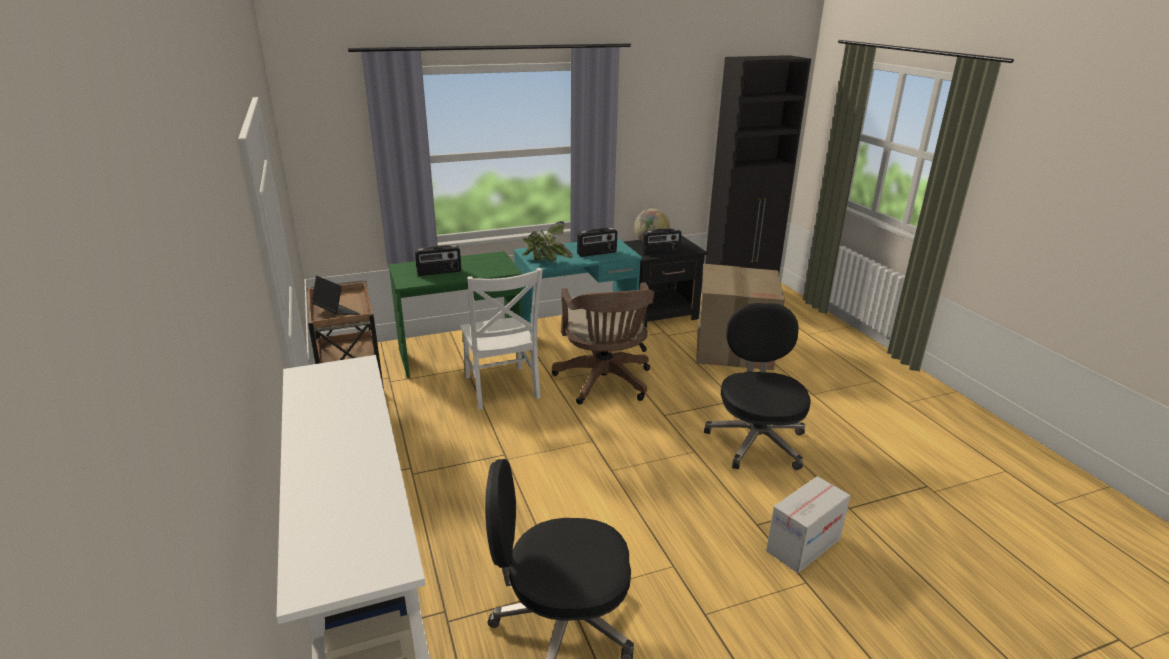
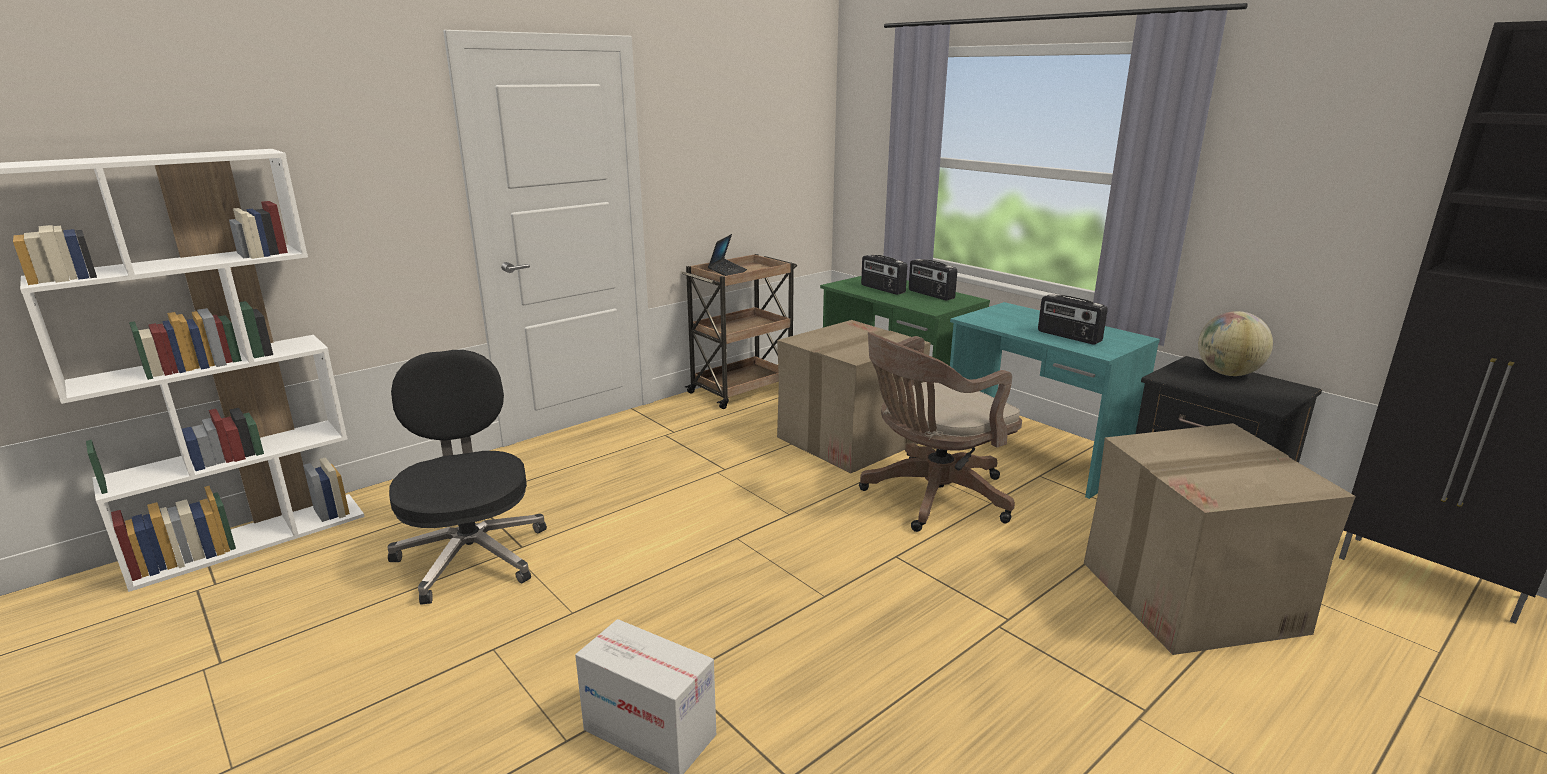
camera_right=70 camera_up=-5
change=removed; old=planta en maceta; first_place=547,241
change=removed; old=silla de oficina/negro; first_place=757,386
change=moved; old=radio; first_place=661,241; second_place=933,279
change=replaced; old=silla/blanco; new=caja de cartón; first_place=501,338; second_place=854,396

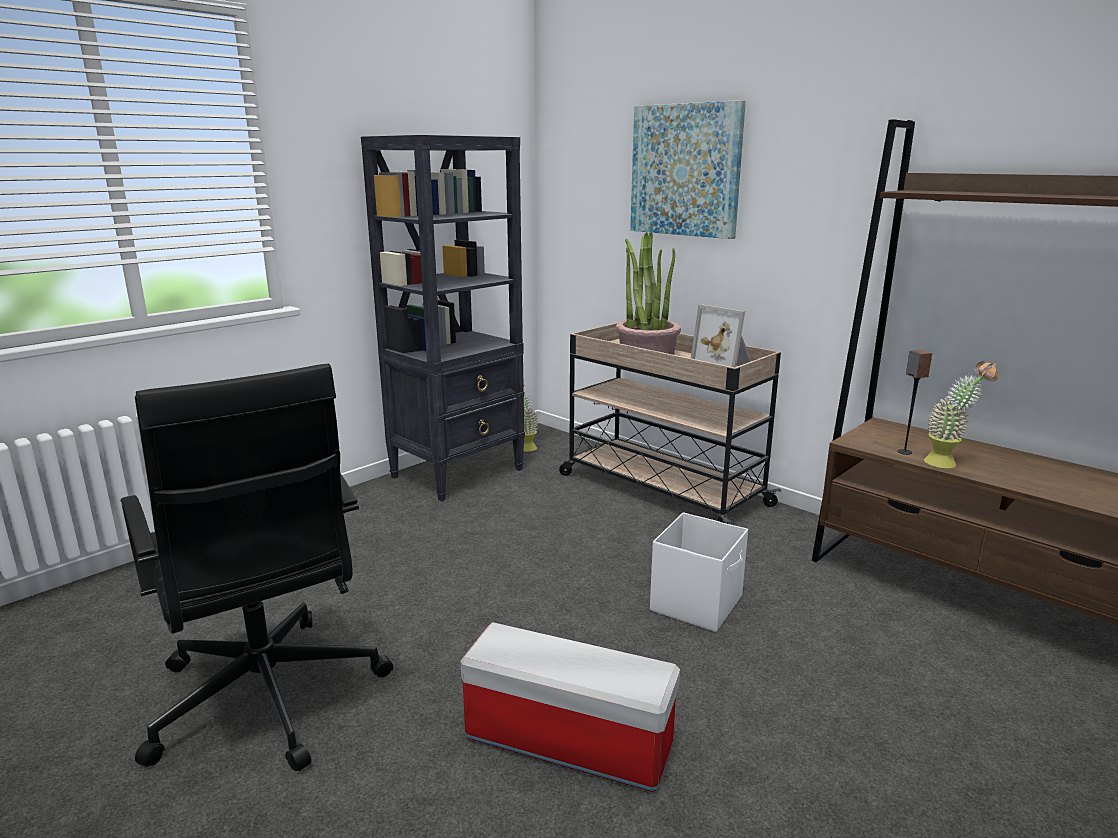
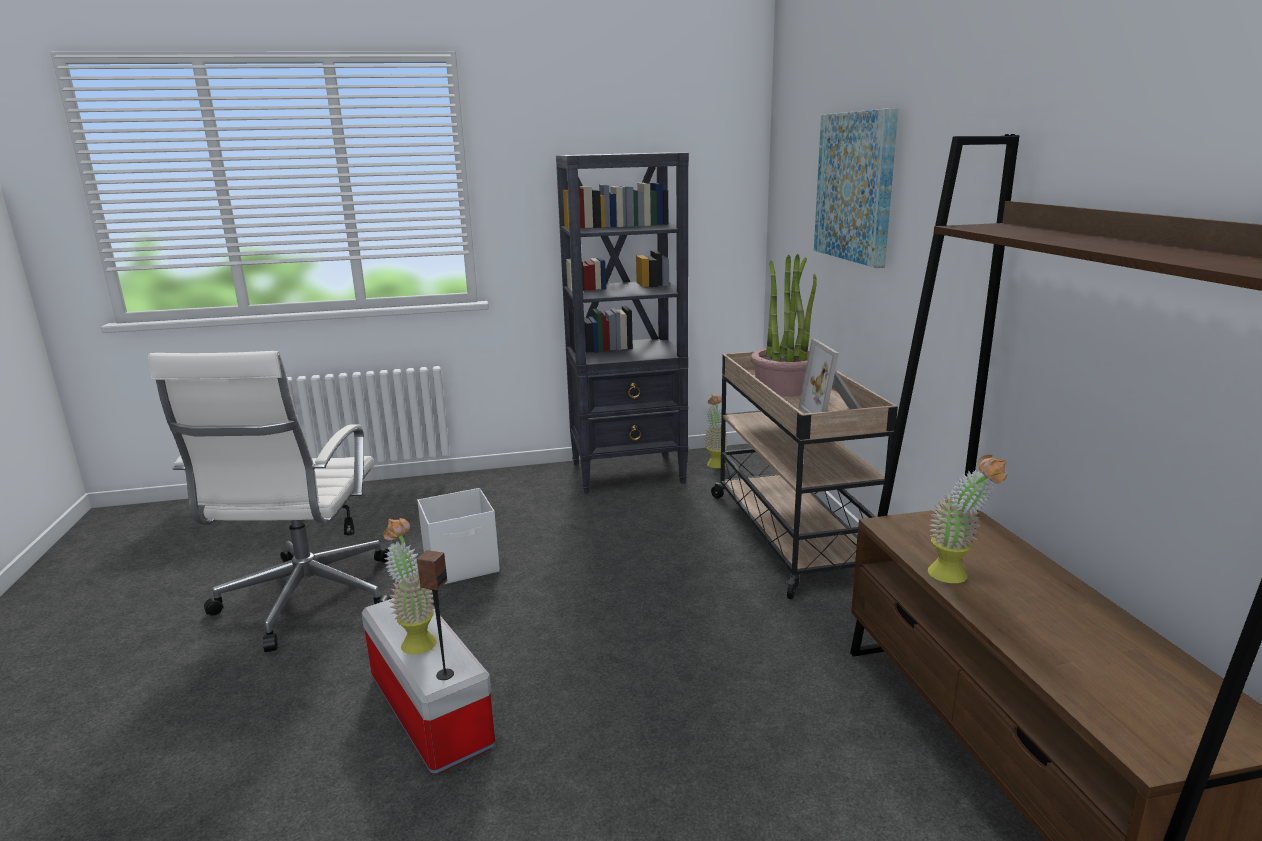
camera_right=35 camera_up=0
change=added; new=planta en maceta; second_place=410,586
change=moved; old=caja de almacenaje/blanco; first_place=699,572; second_place=458,536
change=moved; old=altavoz; first_place=915,402; second_place=435,615
change=recoloured; old=silla de oficina/negro; new=silla de oficina/blanco; first_place=257,567; second_place=269,501

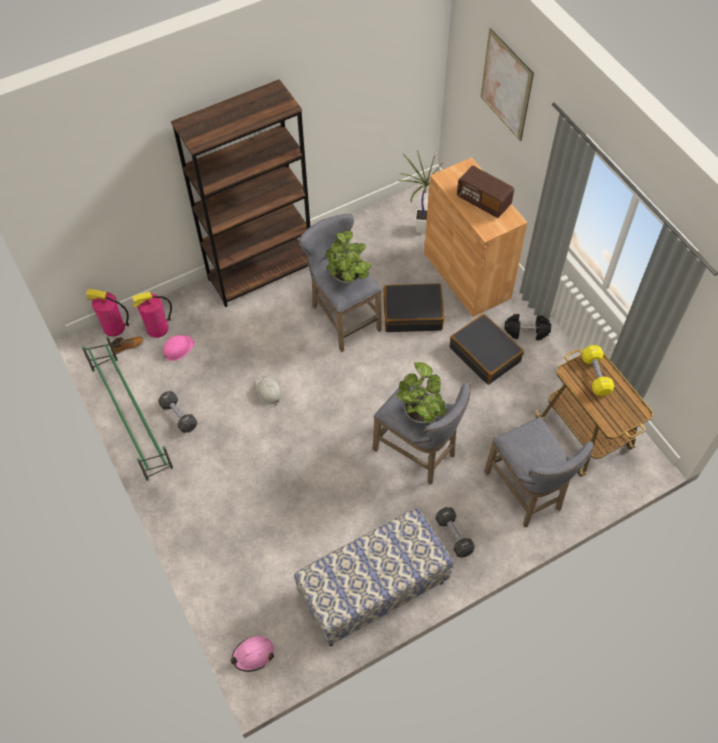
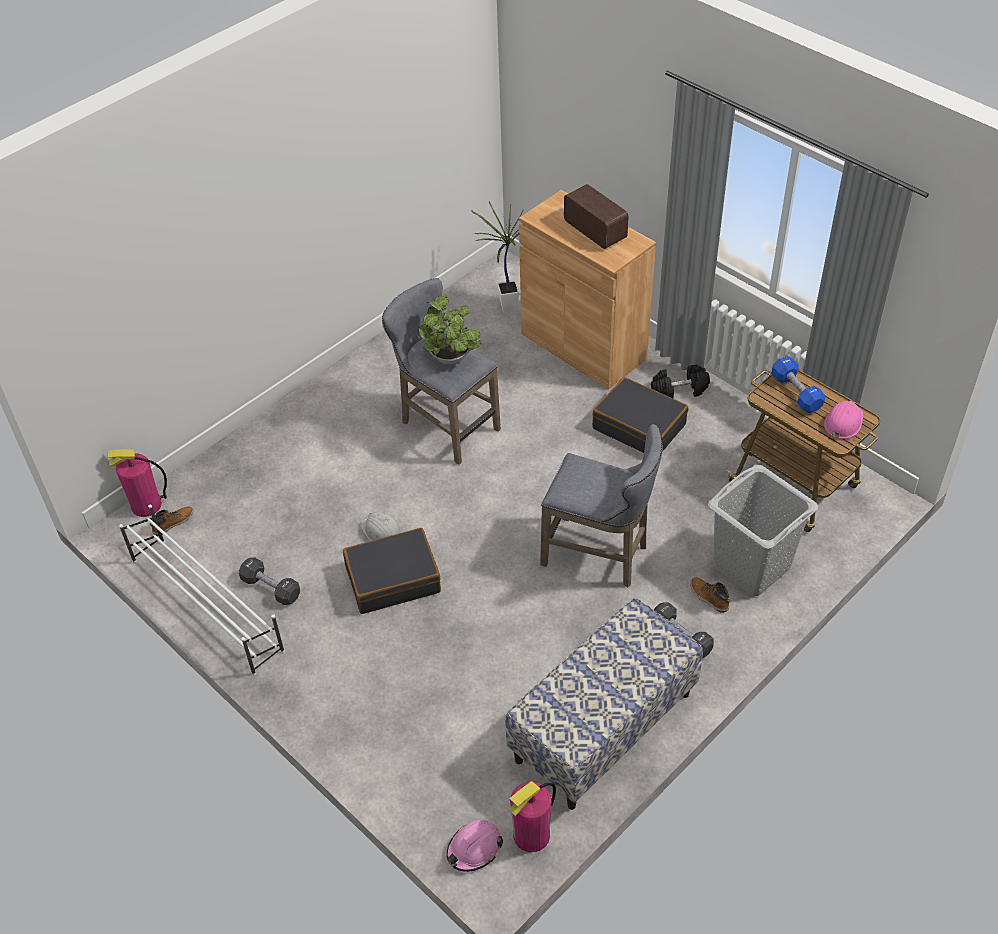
camera_right=-15 camera_up=-10
change=removed; old=estantería/marrón; first_place=240,193
change=removed; old=planta en maceta; first_place=421,392
change=removed; old=cuadro; first_place=507,84
change=added; new=bota; second_place=710,595
change=moved; old=extintor; first_place=152,315; second_place=532,816
change=moved; old=casco/rosa; first_place=179,348; second_place=843,420
change=moved; old=maleta/negro; first_place=413,307; second_place=392,571
change=replaced; old=taburete/gris; new=cesto de la ropa/gris; first_place=539,472; second_place=763,531
change=recoloured; old=zapatero/verde; new=zapatero/blanco; first_place=127,408; second_place=202,590
change=recoloured; old=mancuerna/amarillo; new=mancuerna/azul; first_place=598,370; second_place=798,384
change=turned; old=radio; first_place=485,192; second_place=596,216; degrees=-150

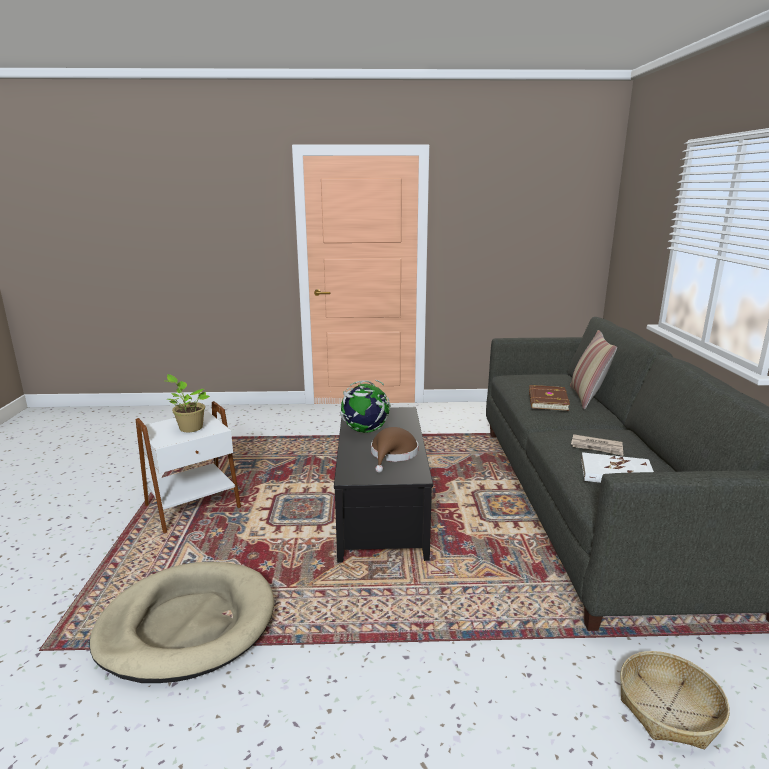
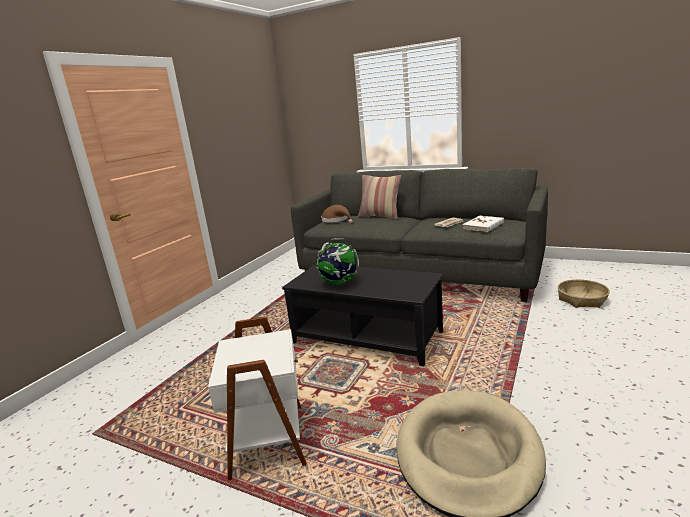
camera_right=-60 camera_up=0
change=removed; old=planta en maceta; first_place=187,403
change=removed; old=libro/marrón; first_place=549,398
change=moved; old=sombrero/marrón; first_place=394,450; second_place=337,214

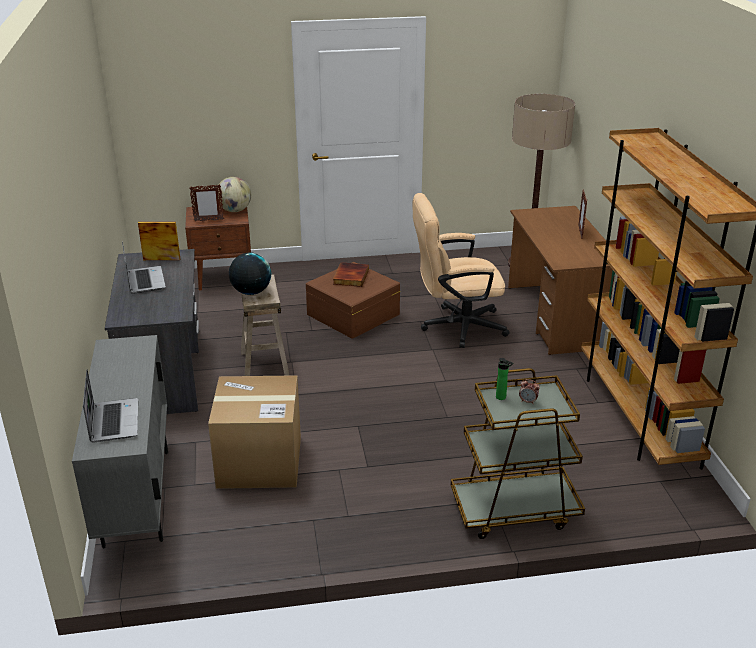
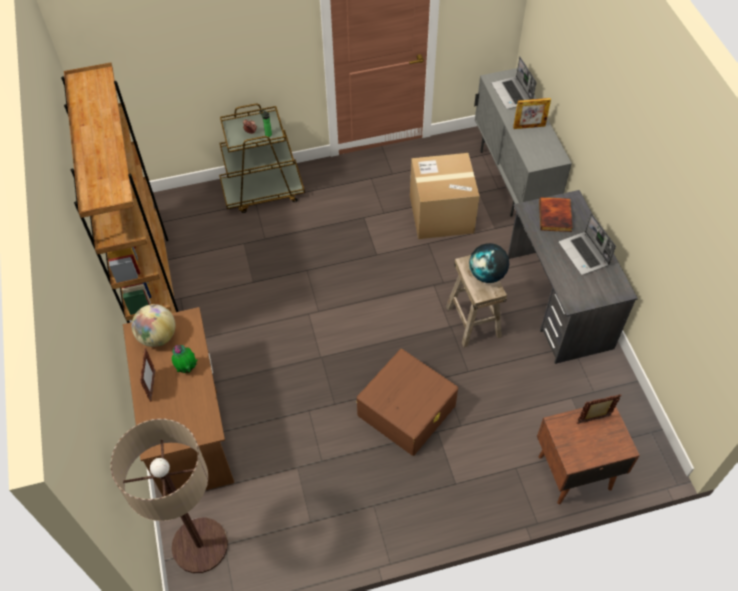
camera_right=175 camera_up=25
change=removed; old=silla de oficina/beis; first_place=461,270
change=added; new=planta en maceta; second_place=185,359
change=moved; old=portarretratos; first_place=159,241; second_place=532,113
change=moved; old=globo terráqueo; first_place=234,194; second_place=154,325
change=moved; old=libro; first_place=351,274; second_place=556,214

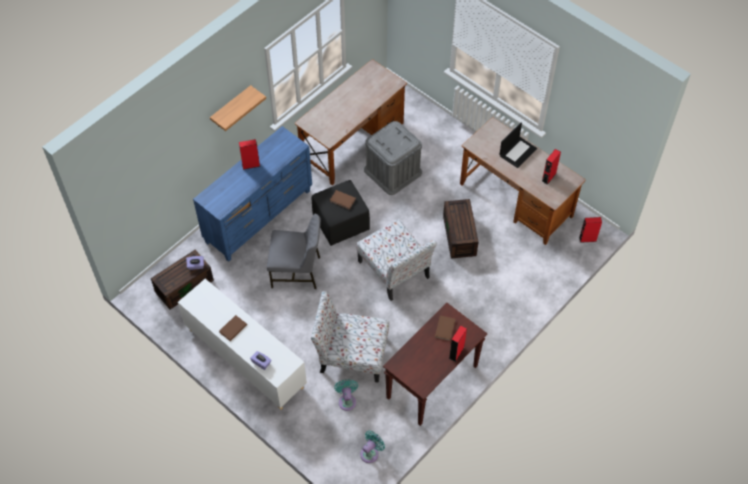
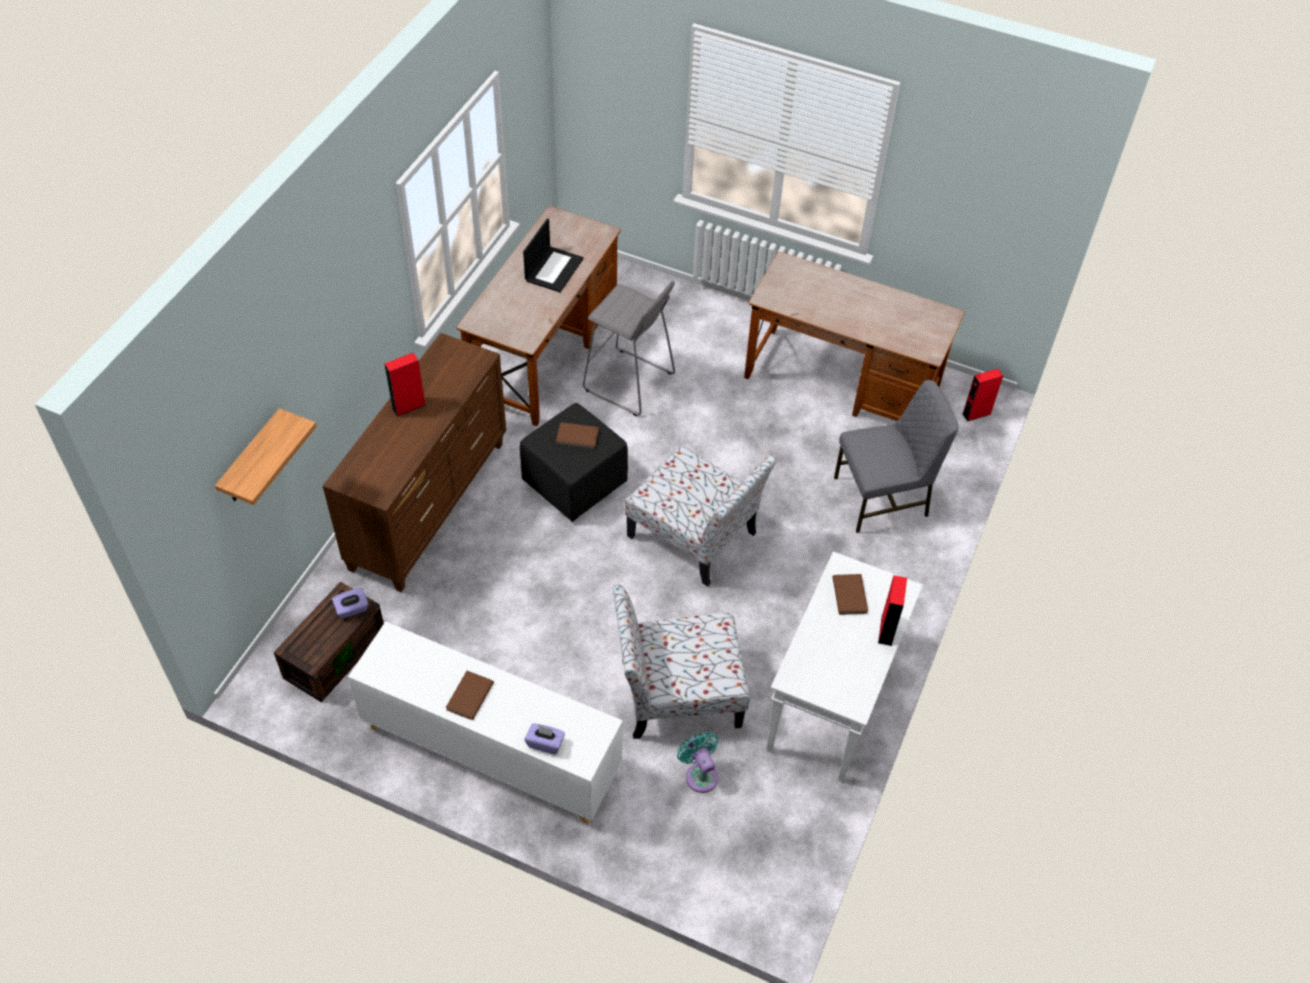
camera_right=-20 camera_up=-5
change=removed; old=ventilador/turquesa; first_place=372,447
change=removed; old=caja de almacenaje/marrón; first_place=461,229
change=removed; old=altavoz/rojo; first_place=551,167
change=moved; old=estante; first_place=238,108; second_place=266,456
change=moved; old=silla/gris; first_place=294,251; second_place=896,456
change=moved; old=portátil; first_place=518,145; second_place=553,255
change=replaced; old=caja de almacenaje/gris; new=taburete/gris; first_place=393,158; second_place=629,348
change=recoloured; old=cómoda/azul; new=cómoda/marrón; first_place=252,194; second_place=414,462
change=recoloured; old=mesa consola/marrón; new=mesa consola/blanco; first_place=435,364; second_place=844,666

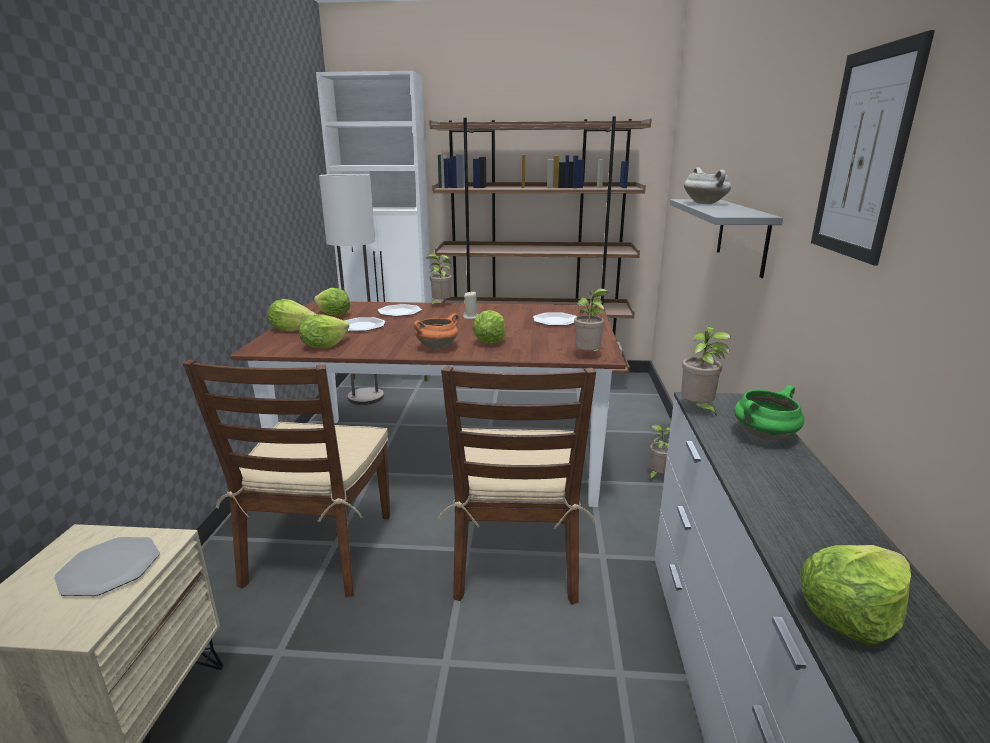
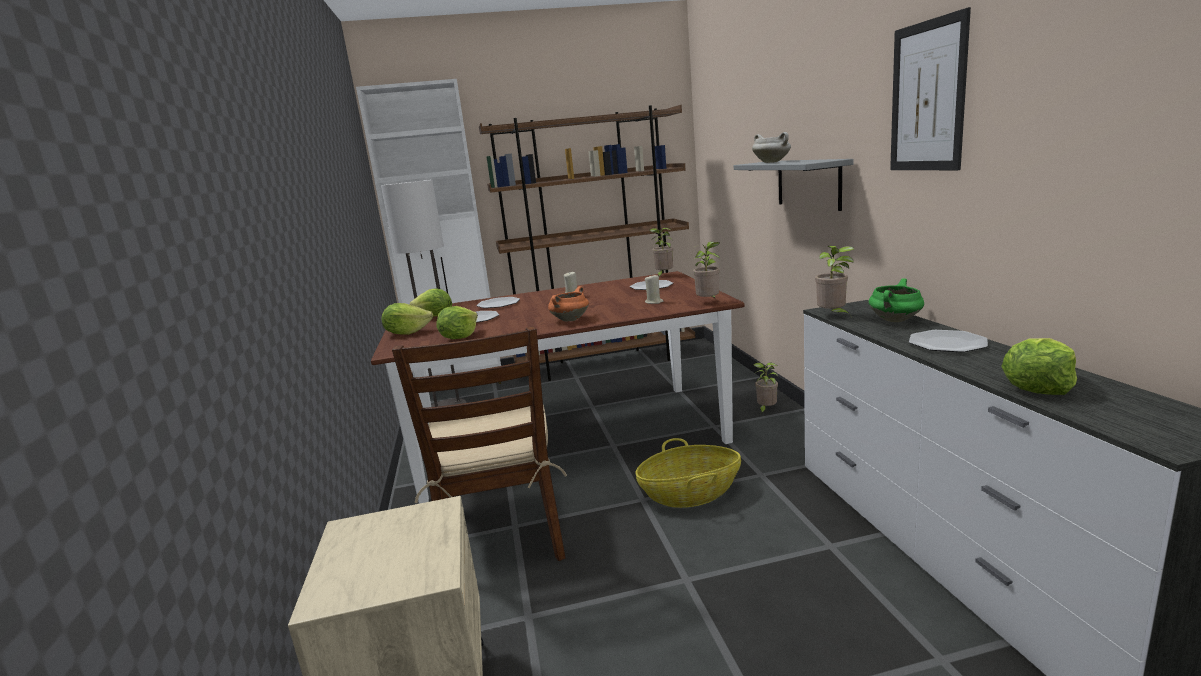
camera_right=-15 camera_up=-5
change=removed; old=lechuga; first_place=489,327
change=added; new=vela/beis; second_place=654,289
change=moved; old=plato; first_place=107,566; second_place=948,341
change=moved; old=planta en maceta; first_place=439,280; second_place=661,252
change=replaced; old=silla/marrón; new=cesta; first_place=517,485; second_place=688,473

